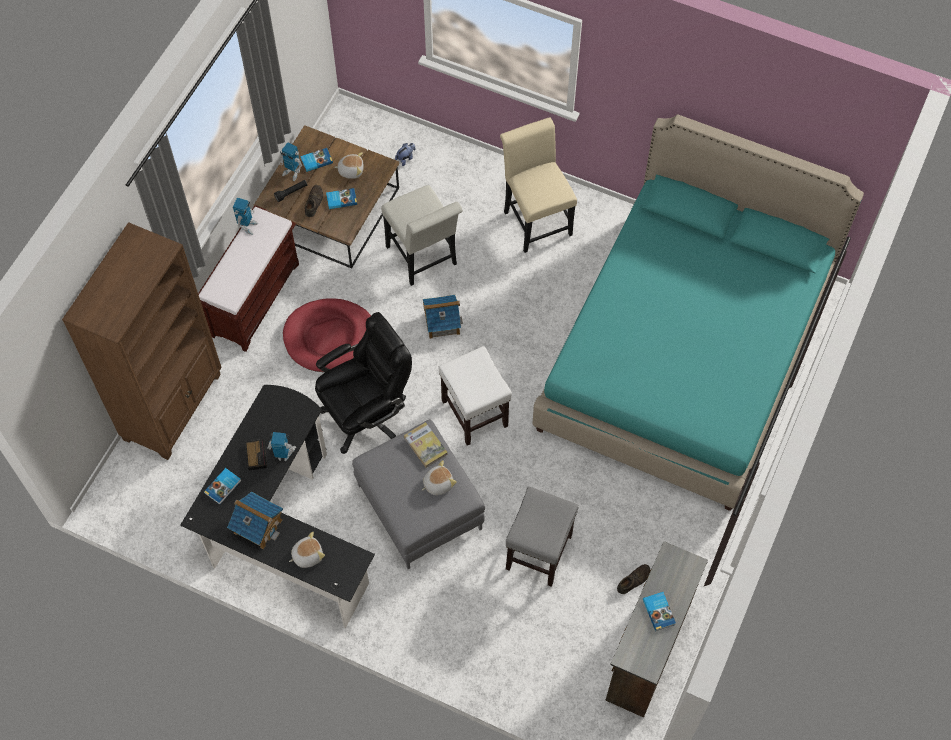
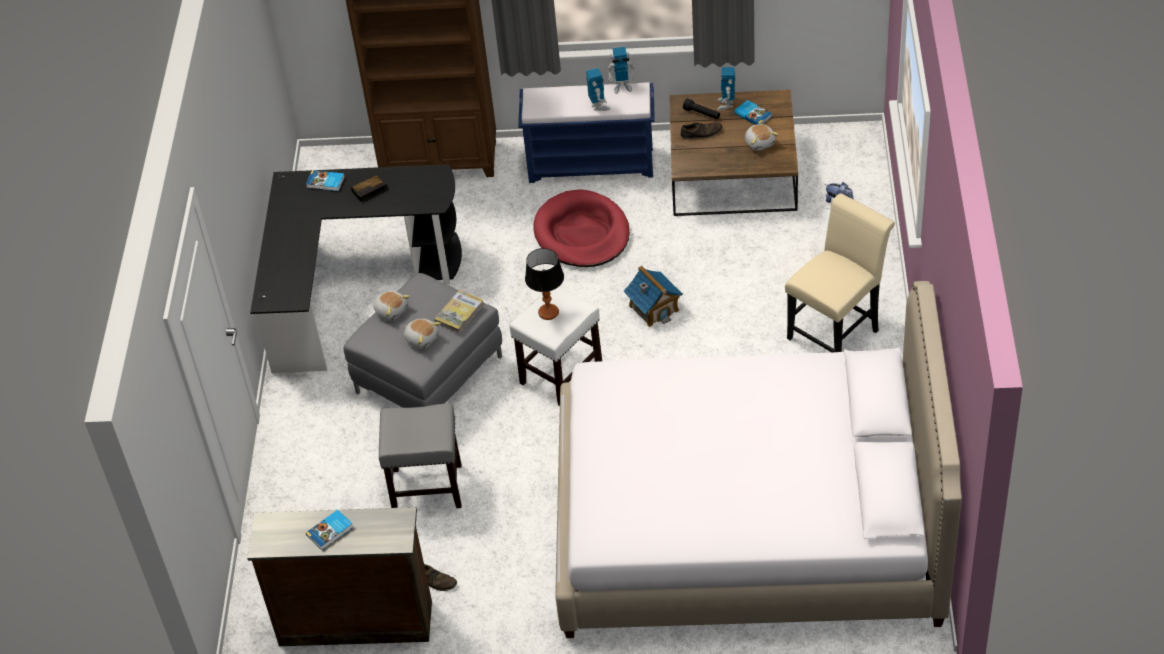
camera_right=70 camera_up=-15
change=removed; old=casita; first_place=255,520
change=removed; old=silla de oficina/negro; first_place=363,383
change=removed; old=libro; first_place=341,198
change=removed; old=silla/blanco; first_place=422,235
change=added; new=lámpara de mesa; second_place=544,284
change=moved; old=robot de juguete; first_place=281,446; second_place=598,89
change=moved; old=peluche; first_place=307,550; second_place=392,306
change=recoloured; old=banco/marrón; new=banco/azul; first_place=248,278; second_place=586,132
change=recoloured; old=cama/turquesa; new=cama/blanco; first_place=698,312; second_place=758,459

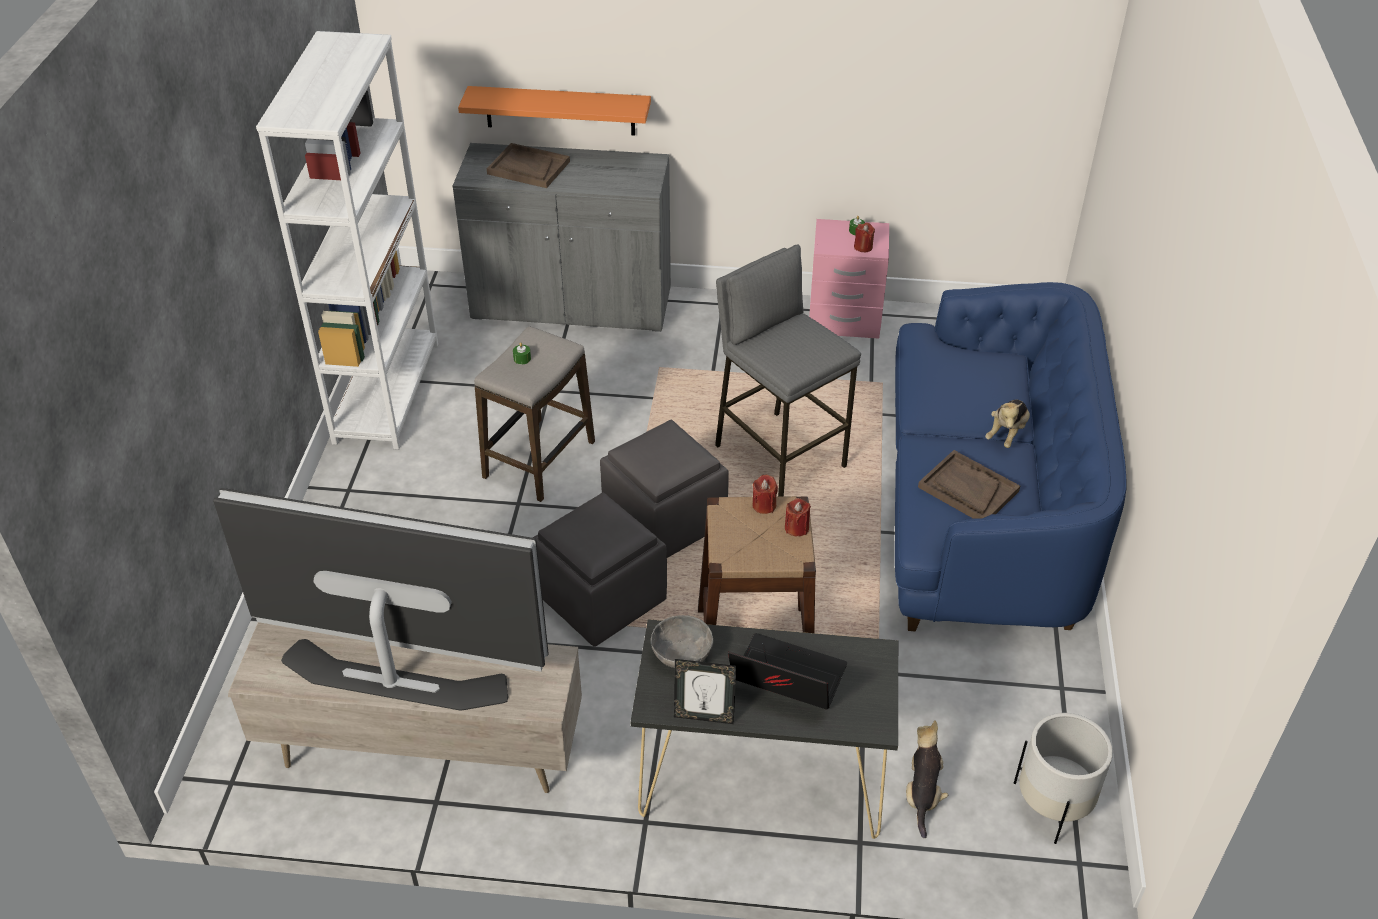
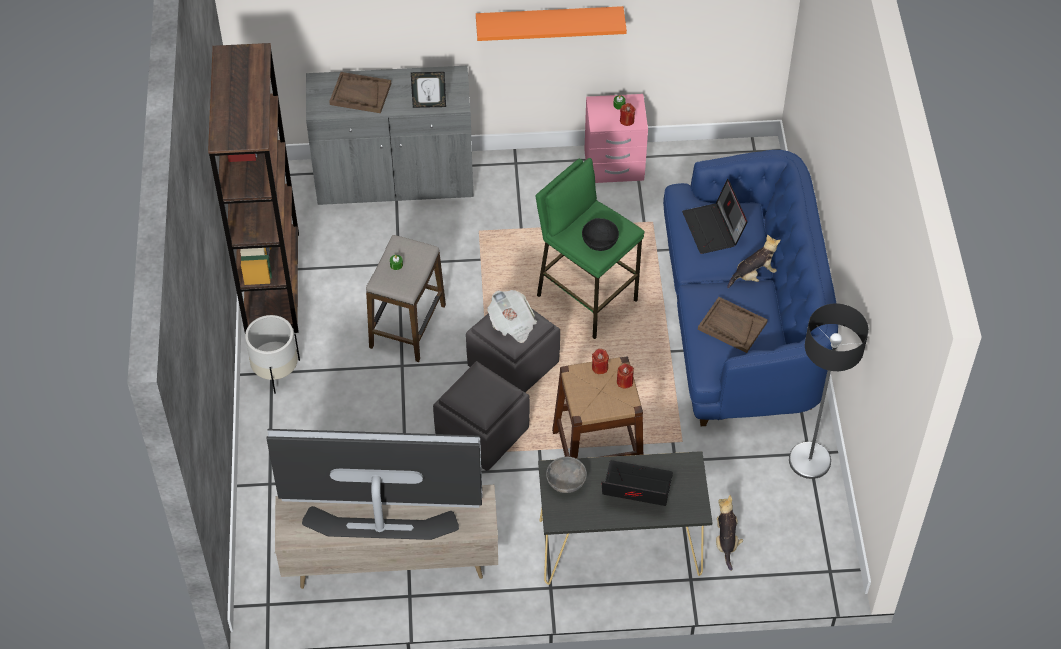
camera_right=-10 camera_up=10
change=added; new=periódico; second_place=512,316
change=added; new=cuenco/negro; second_place=600,234
change=added; new=portátil; second_place=715,216
change=added; new=lámpara de pie; second_place=829,391
change=moved; old=estante/naranja; first_place=554,111; second_place=551,23
change=moved; old=portarretratos; first_place=705,691; second_place=428,90
change=moved; old=maceta/blanco; first_place=1063,778; second_place=272,354
change=recoloured; old=estantería/blanco; new=estantería/marrón; first_place=347,240; second_place=253,188
change=recoloured; old=taburete/gris; new=taburete/verde; first_place=788,370; second_place=590,248
change=turned; old=peluche; first_place=1007,424; second_place=753,261; degrees=-135

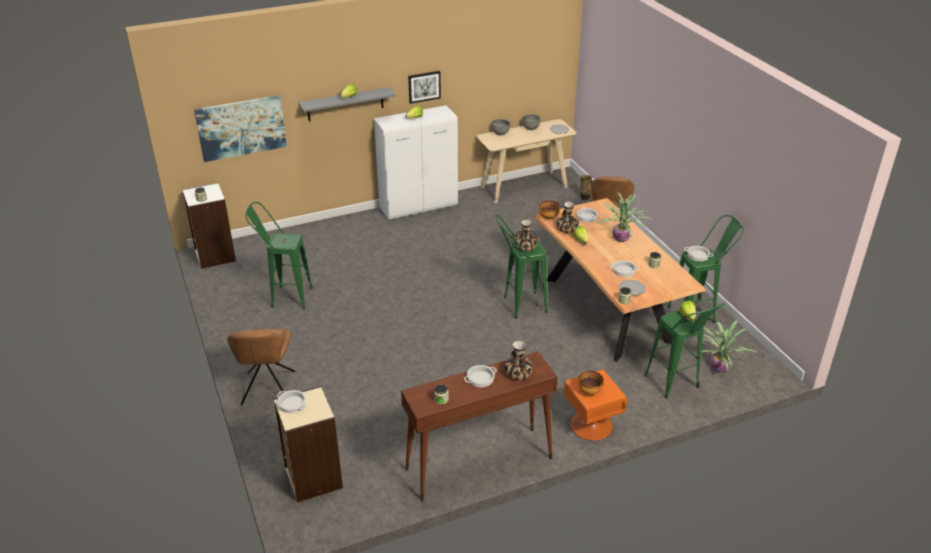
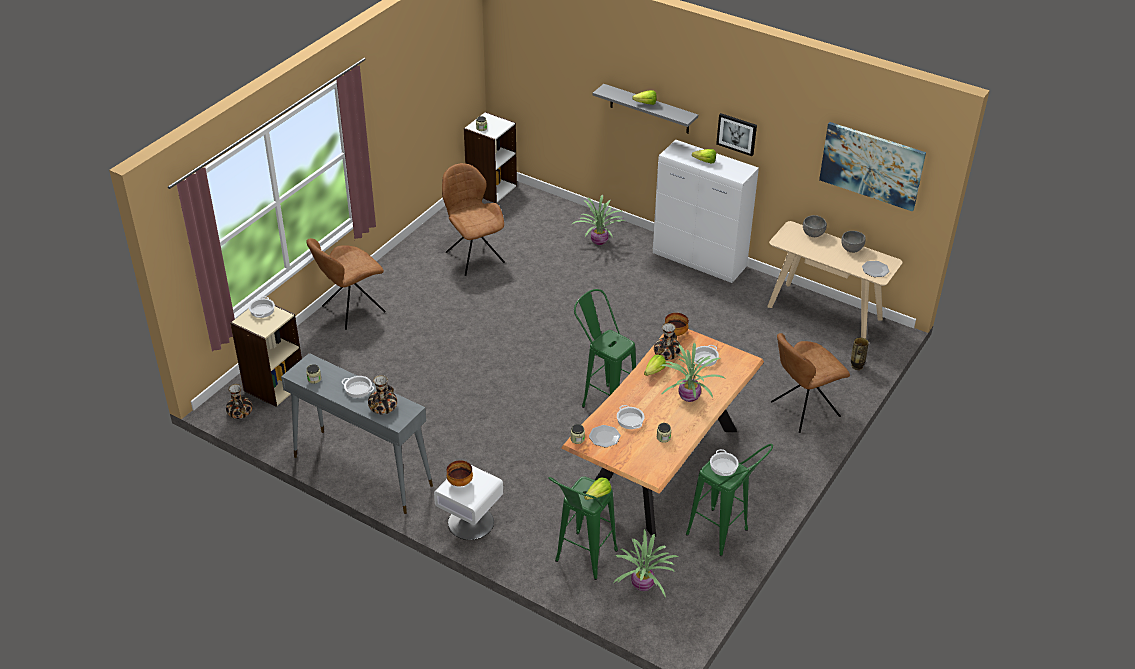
camera_right=55 camera_up=5
change=added; new=planta en maceta; second_place=598,219
change=moved; old=cuadro; first_place=240,128; second_place=872,167
change=moved; old=florero; first_place=526,236; second_place=239,401
change=replaced; old=taburete/verde; new=silla/marrón; first_place=279,255; second_place=473,219
change=recoloured; old=mesa consola/marrón; new=mesa consola/gris; first_place=479,426; second_place=357,433
change=recoloured; old=mesita de noche/naranja; new=mesita de noche/blanco; first_place=595,405; second_place=468,502

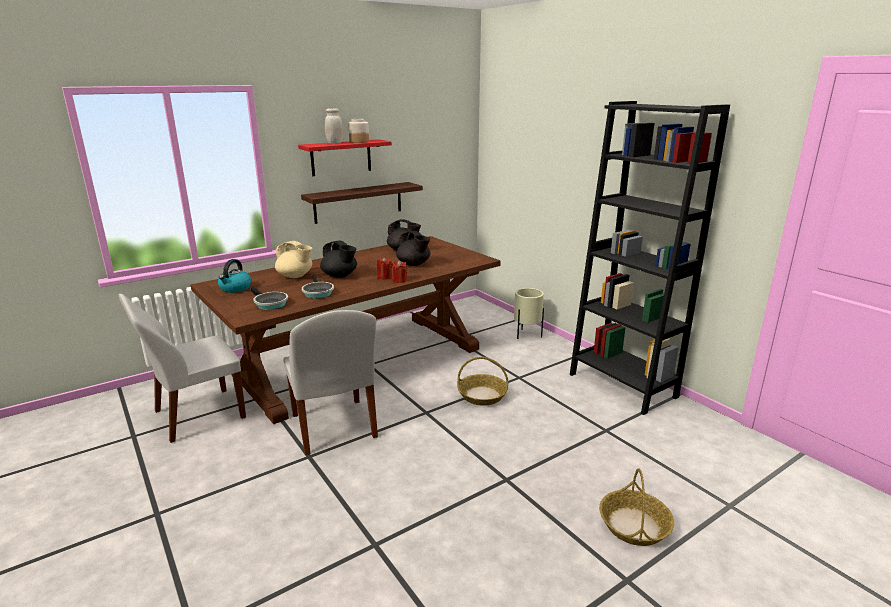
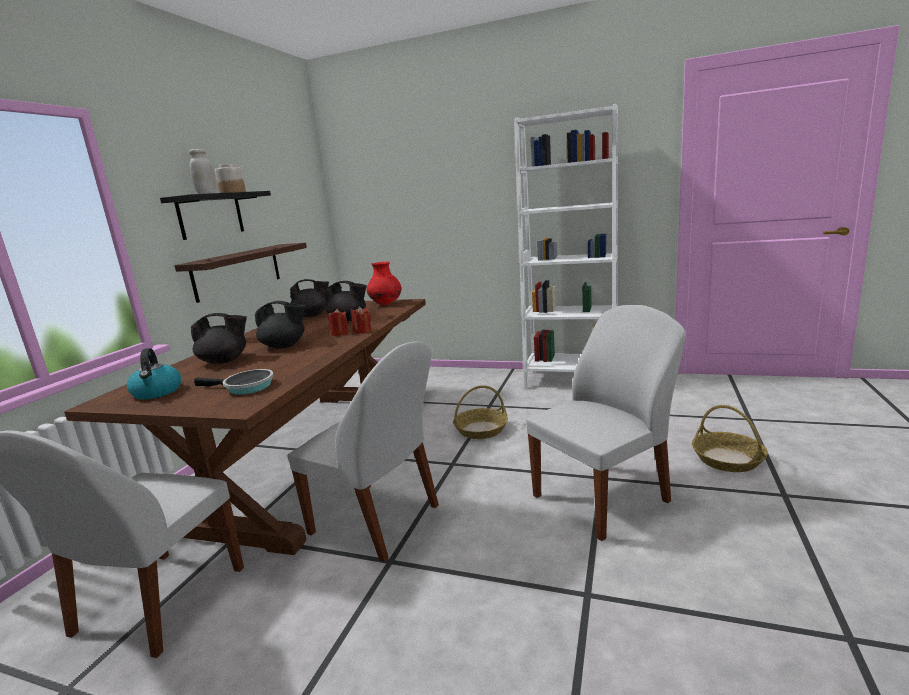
camera_right=-35 camera_up=-5
change=removed; old=sartén; first_place=318,287
change=removed; old=maceta/beis; first_place=529,313
change=added; new=florero/rojo; second_place=384,283
change=added; new=silla/blanco; second_place=606,423
change=recoloured; old=tetera/beis; new=tetera/negro; first_place=293,259; second_place=219,338
change=recoloured; old=estante/rojo; new=estante/negro; first_place=345,157; second_place=215,215
change=recoloured; old=estantería/negro; new=estantería/blanco; first_place=650,258; second_place=566,246

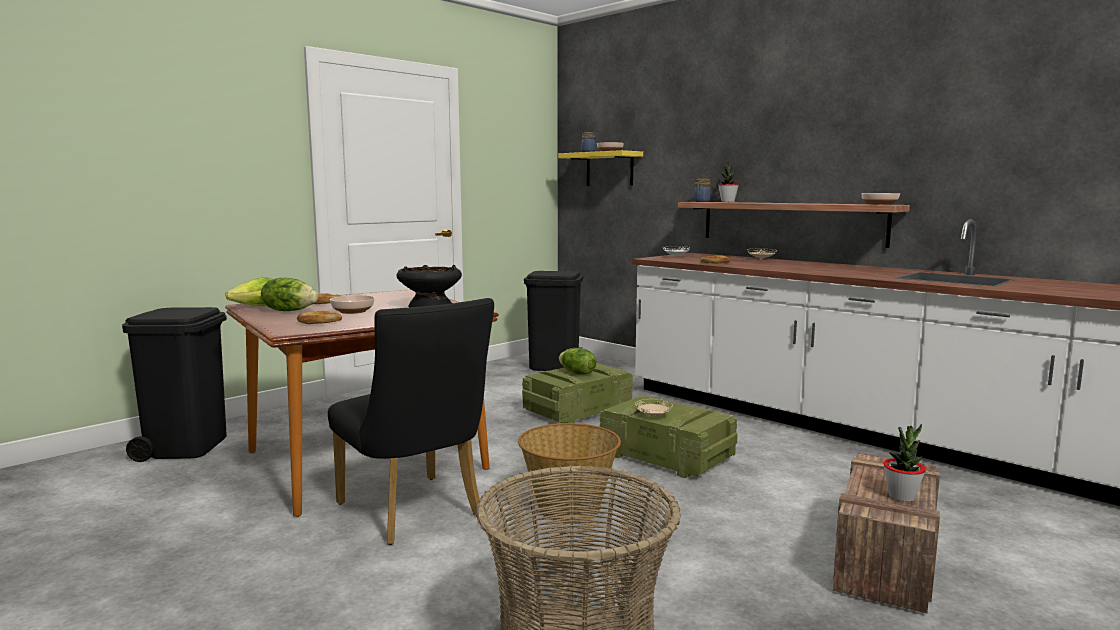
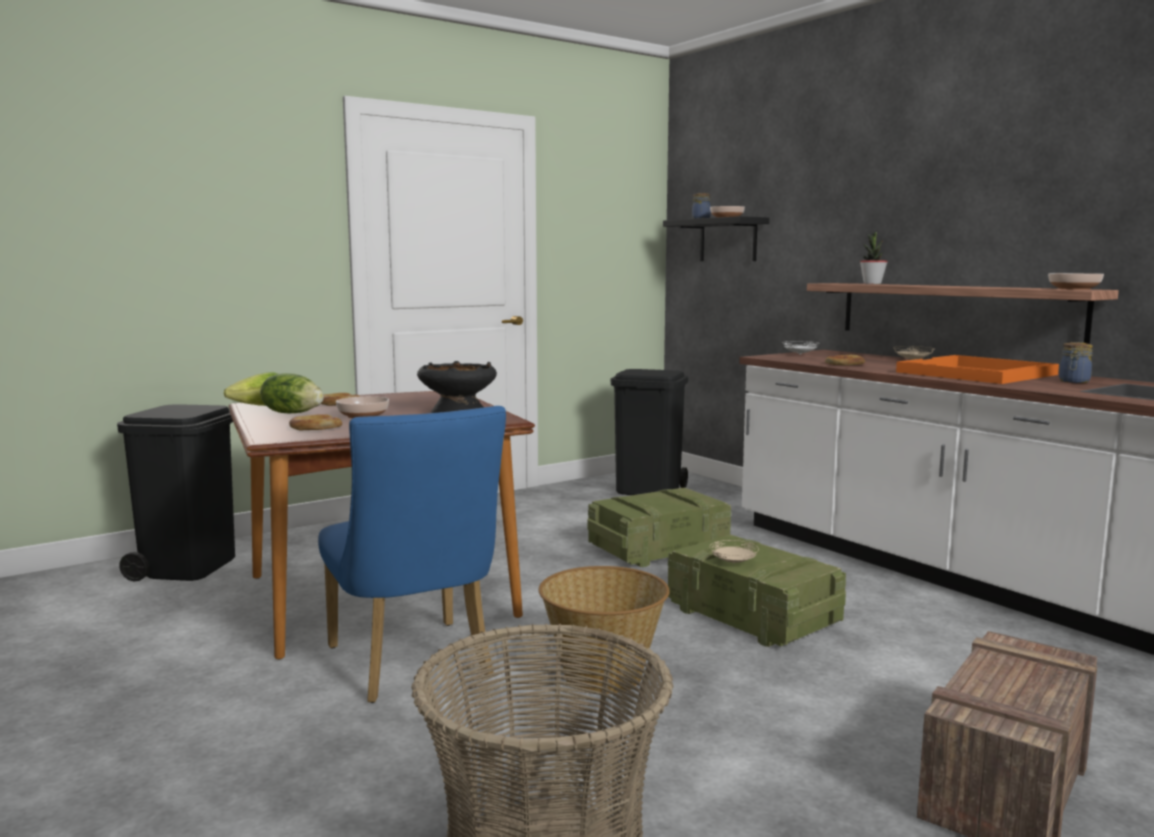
camera_right=10 camera_up=0
change=removed; old=lechuga; first_place=577,361
change=removed; old=planta en maceta; first_place=904,463
change=added; new=bandeja/naranja; second_place=977,369
change=moved; old=tarro; first_place=702,190; second_place=1076,362
change=recoloured; old=silla/negro; new=silla/azul; first_place=411,421; second_place=412,554
change=recoloured; old=estante/amarillo; new=estante/negro; first_place=600,168; second_place=716,238

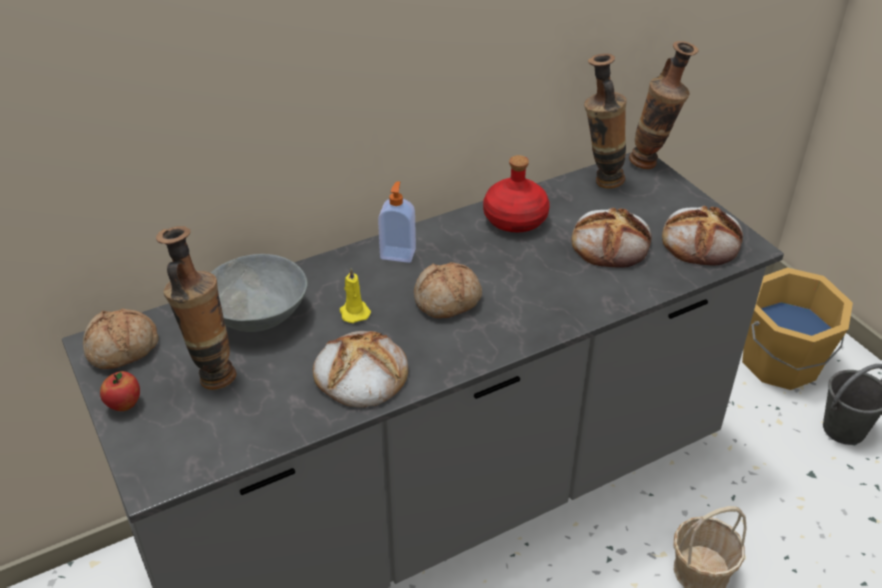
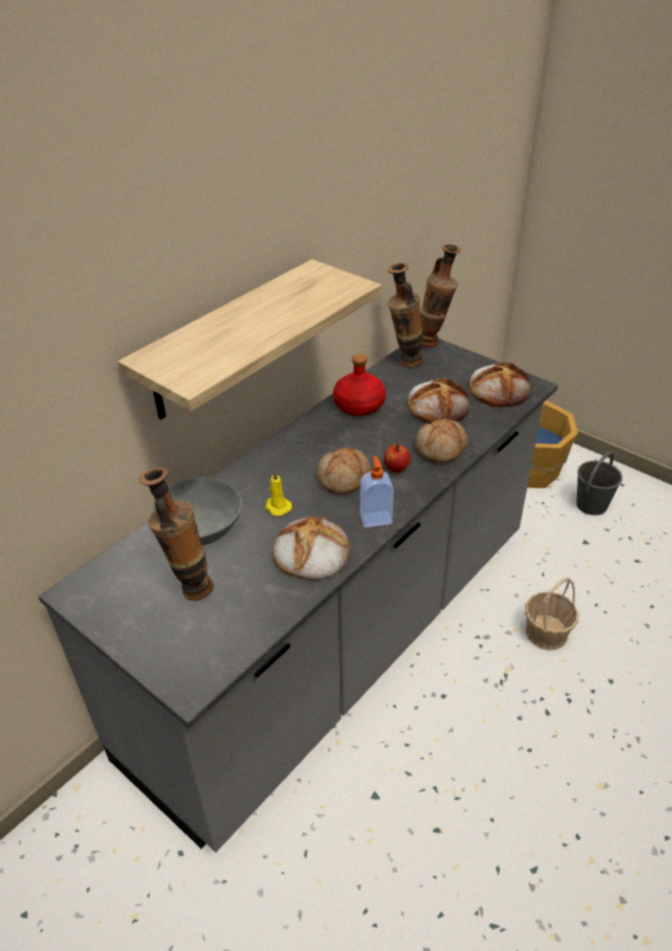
camera_right=-20 camera_up=0
change=added; new=estante; second_place=249,339
change=moved; old=pan; first_place=120,339; second_place=442,441
change=moved; old=manzana; first_place=120,391; second_place=397,458
change=moved; old=dispensador de jabón; first_place=397,222; second_place=377,492

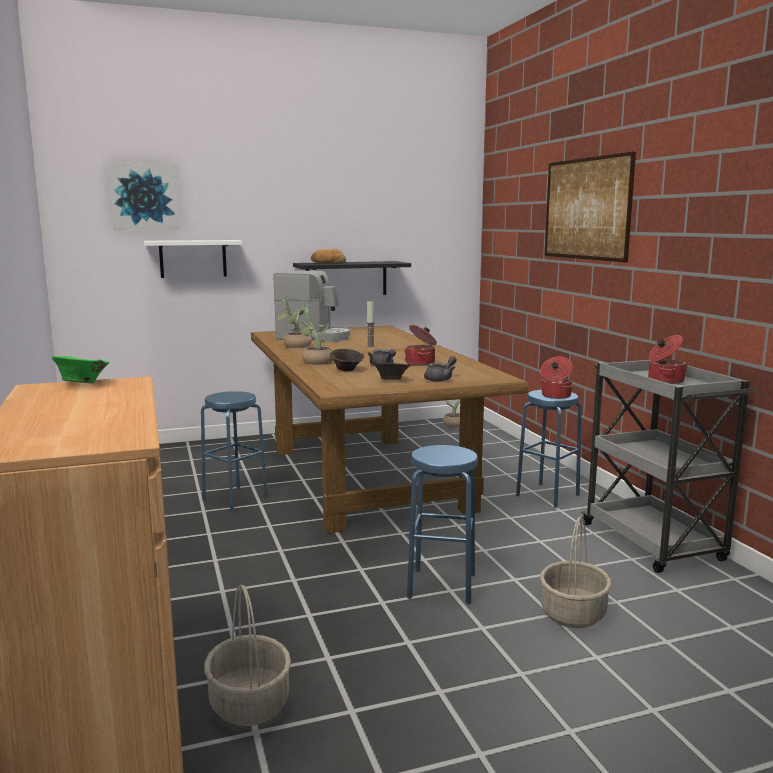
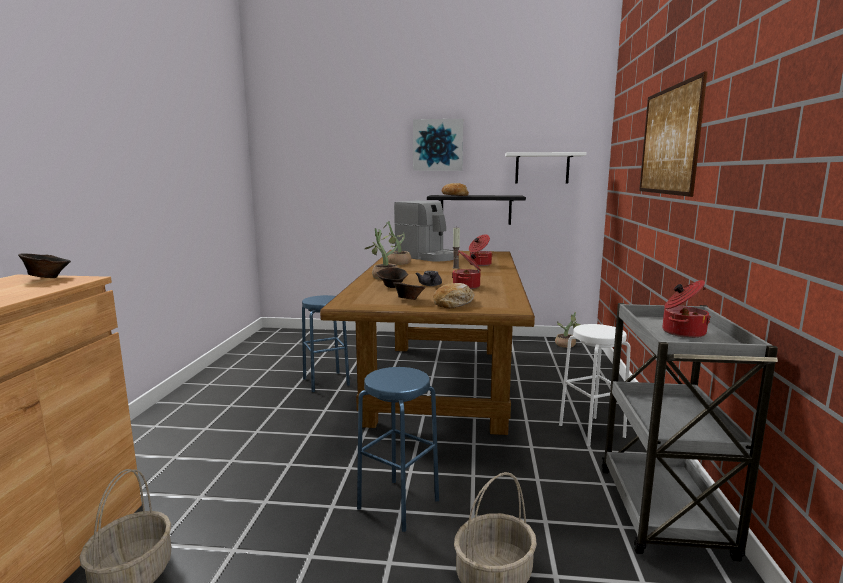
camera_right=25 camera_up=0
change=moved; old=cuadro; first_place=144,196; second_place=438,145
change=moved; old=estante/blanco; first_place=193,259; second_place=545,168
change=moved; old=olla; first_place=557,377; second_place=480,250
change=replaced; old=tetera/gris; new=pan; first_place=440,369; second_place=454,295
change=recoloured; old=cuenco/verde; new=cuenco/marrón; first_place=80,369; second_place=44,266
change=recoloured; old=taburete/azul; new=taburete/blanco; first_place=549,449; second_place=595,385

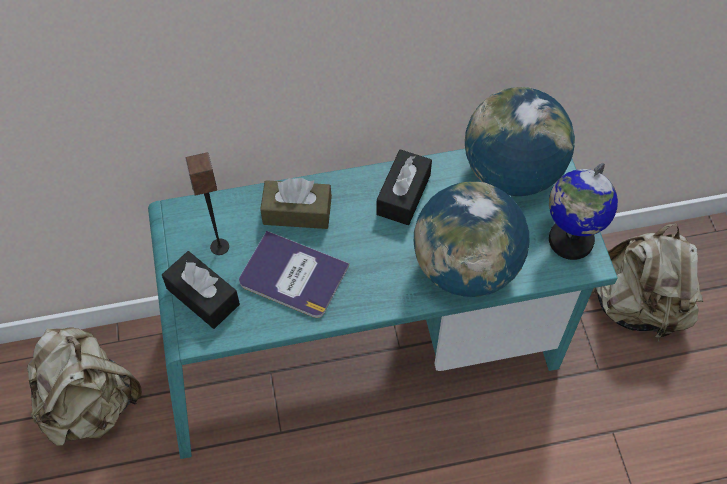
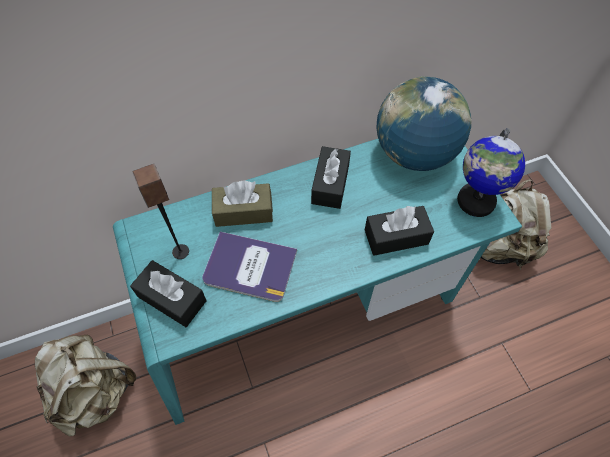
camera_right=-10 camera_up=0
change=replaced; old=globo terráqueo; new=caja de pañuelos/negro; first_place=472,239; second_place=399,230

